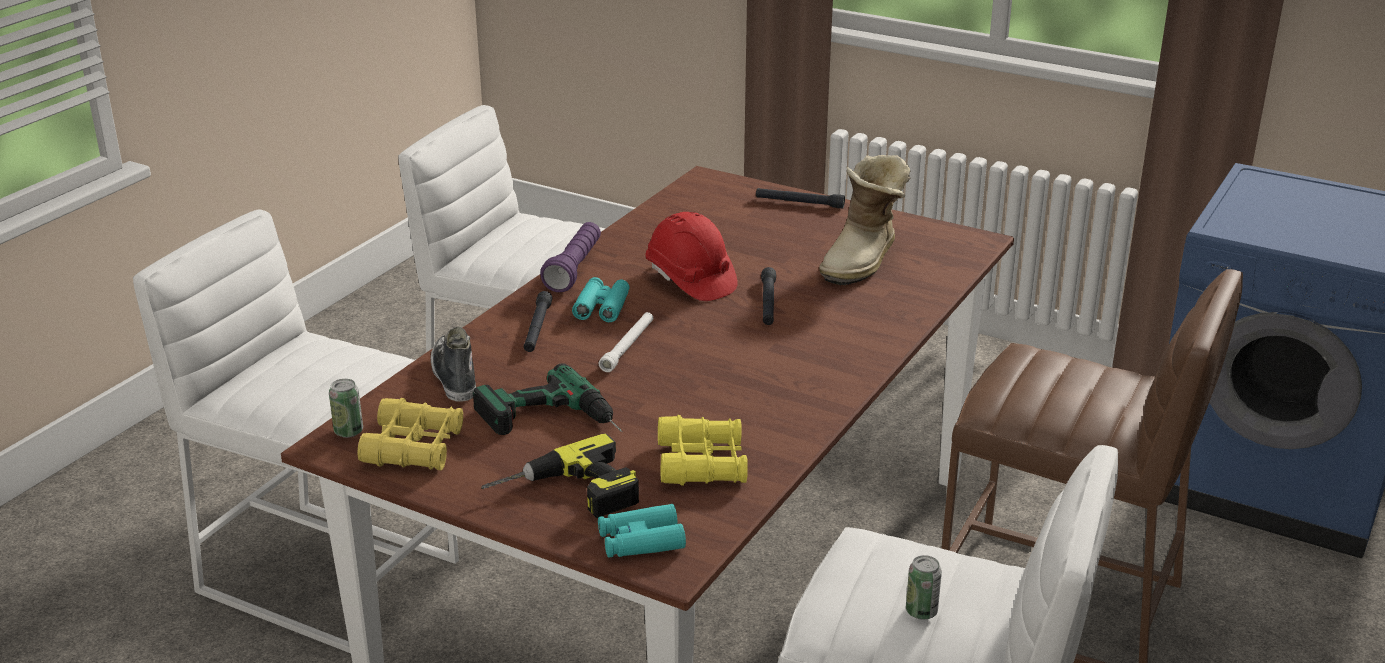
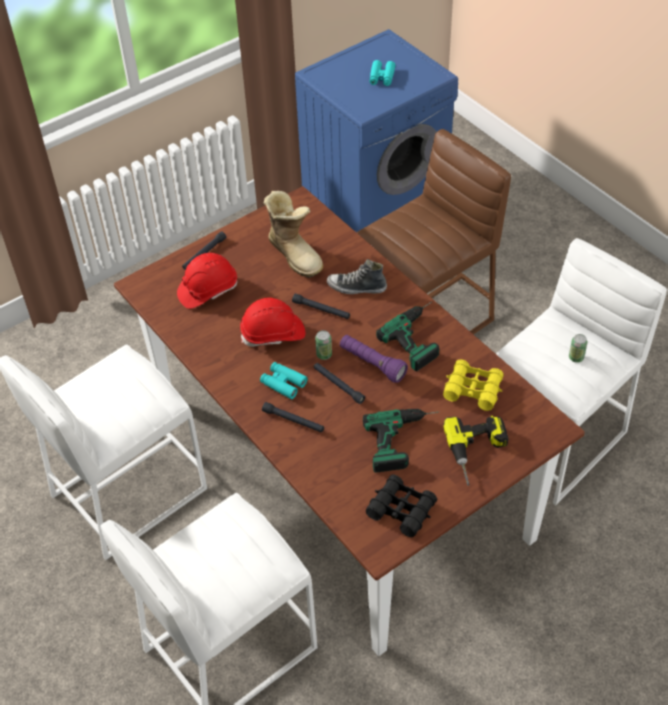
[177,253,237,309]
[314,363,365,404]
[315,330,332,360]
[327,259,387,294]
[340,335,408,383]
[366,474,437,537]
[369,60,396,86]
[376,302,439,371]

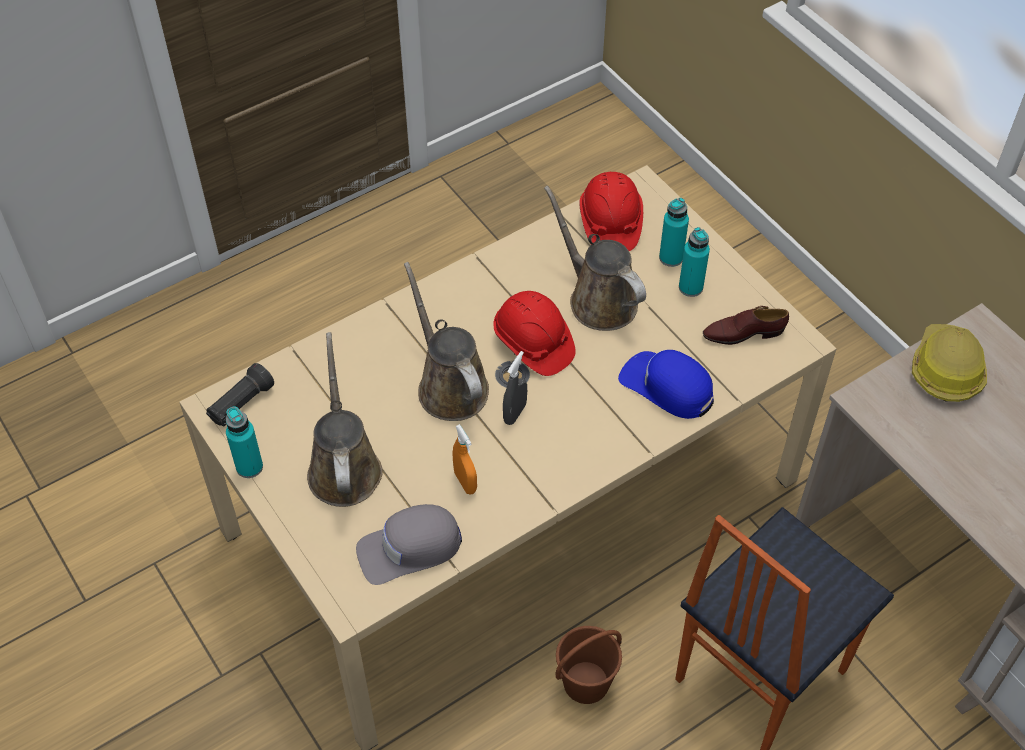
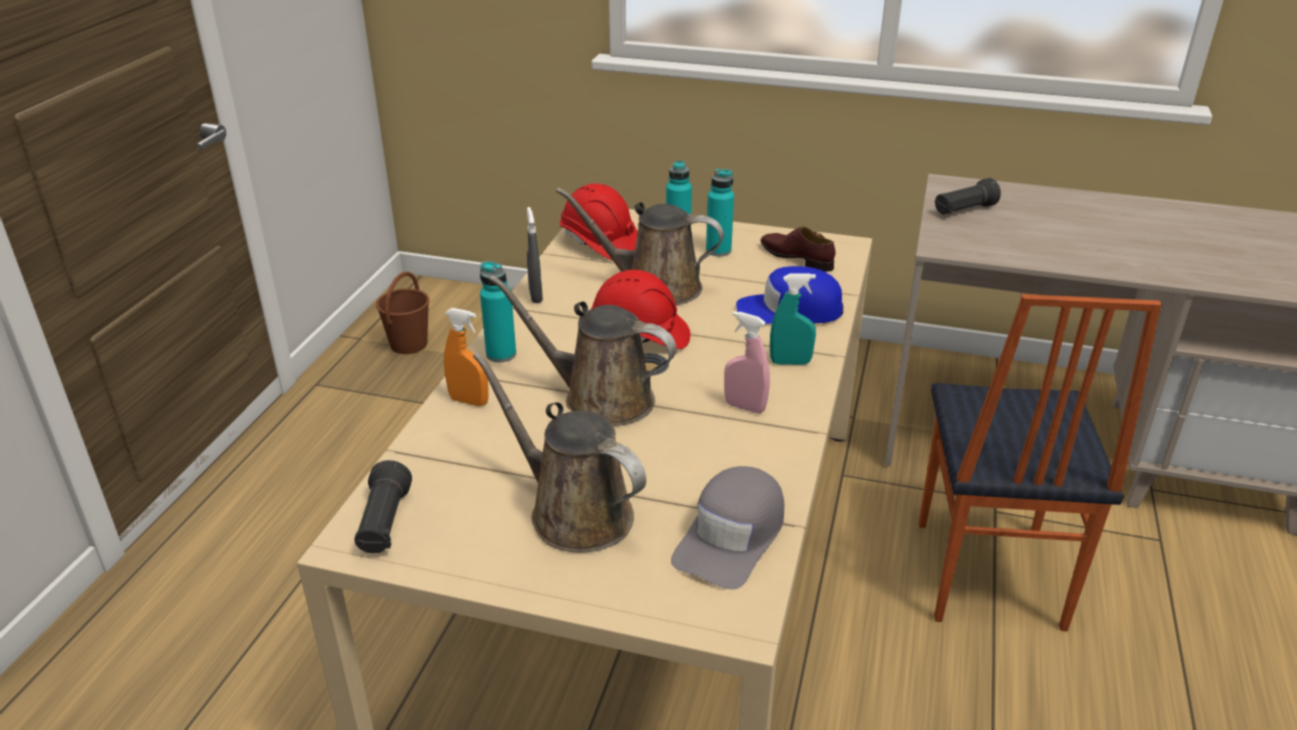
[376,271,429,354]
[444,308,488,406]
[480,261,516,362]
[527,207,543,303]
[724,311,770,414]
[761,227,835,272]
[770,273,816,365]
[935,178,1001,214]

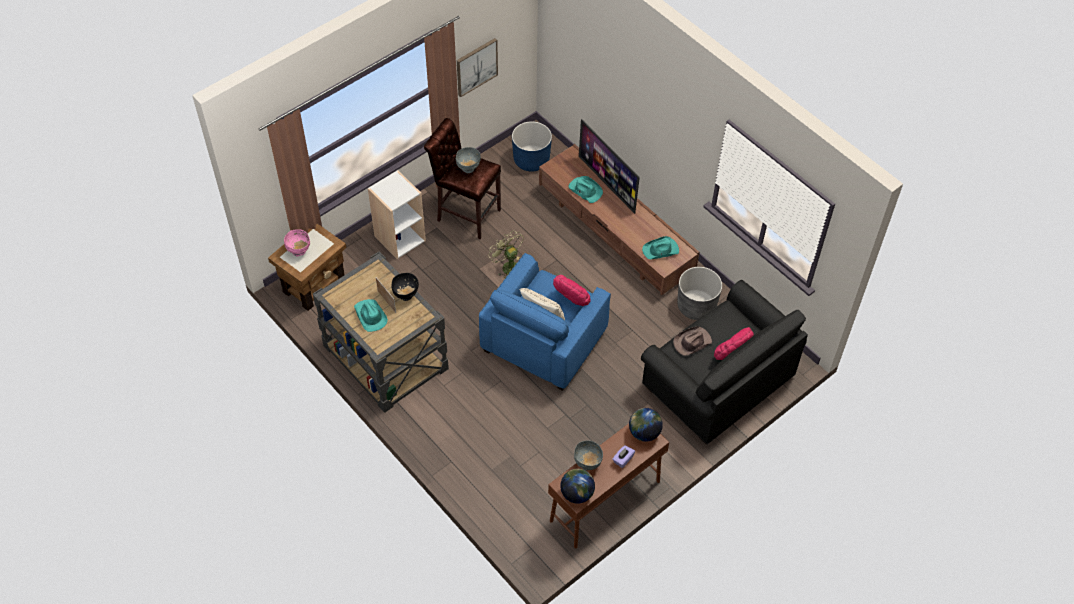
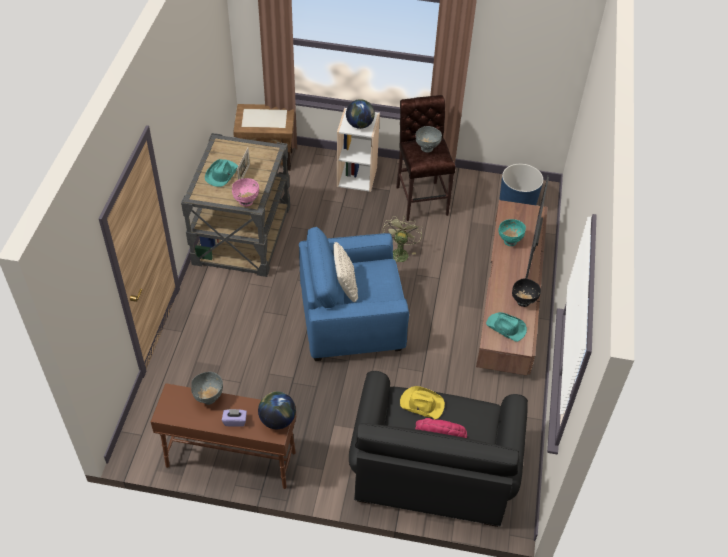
[232,178,259,207]
[346,99,375,129]
[400,386,445,419]
[498,219,526,246]
[512,278,541,307]
[457,38,498,97] (first image)
[553,275,591,306] (first image)
[677,267,722,320] (first image)

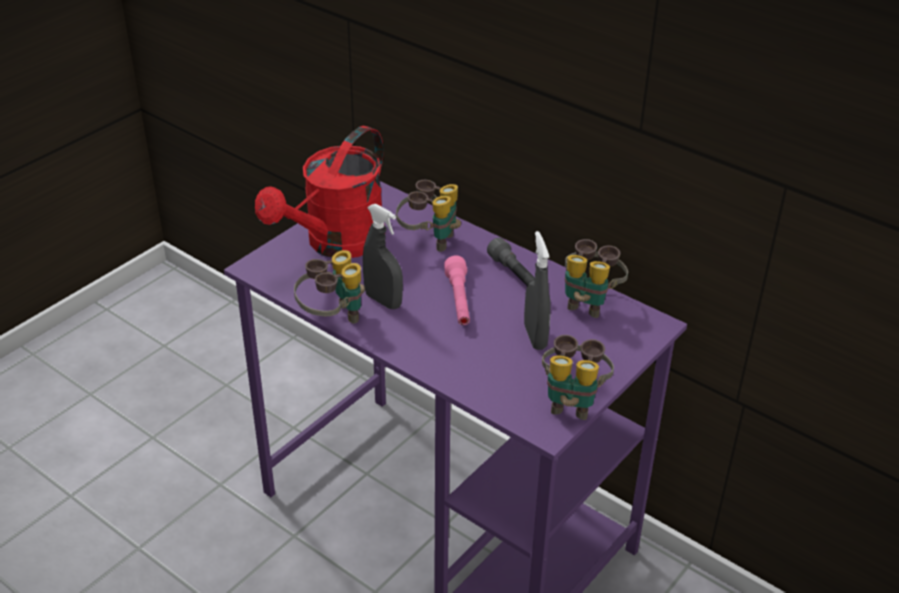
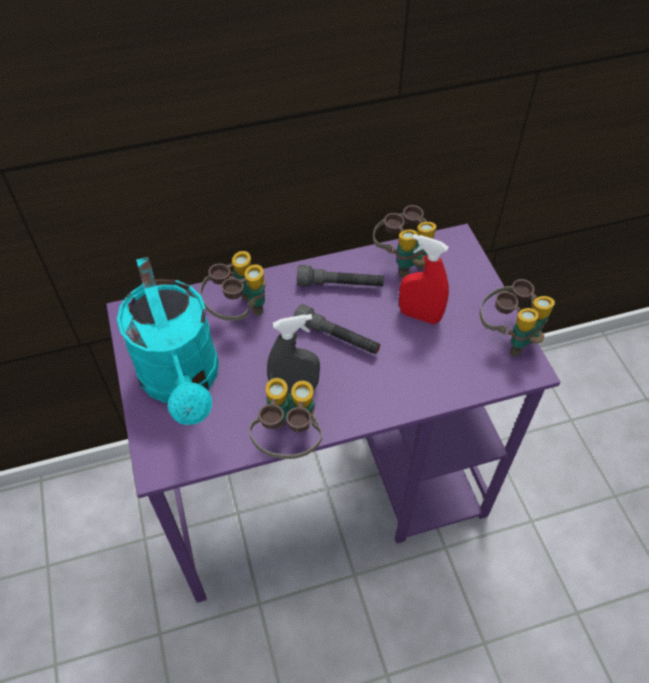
[117,257,219,425]
[293,304,380,354]
[399,234,449,324]

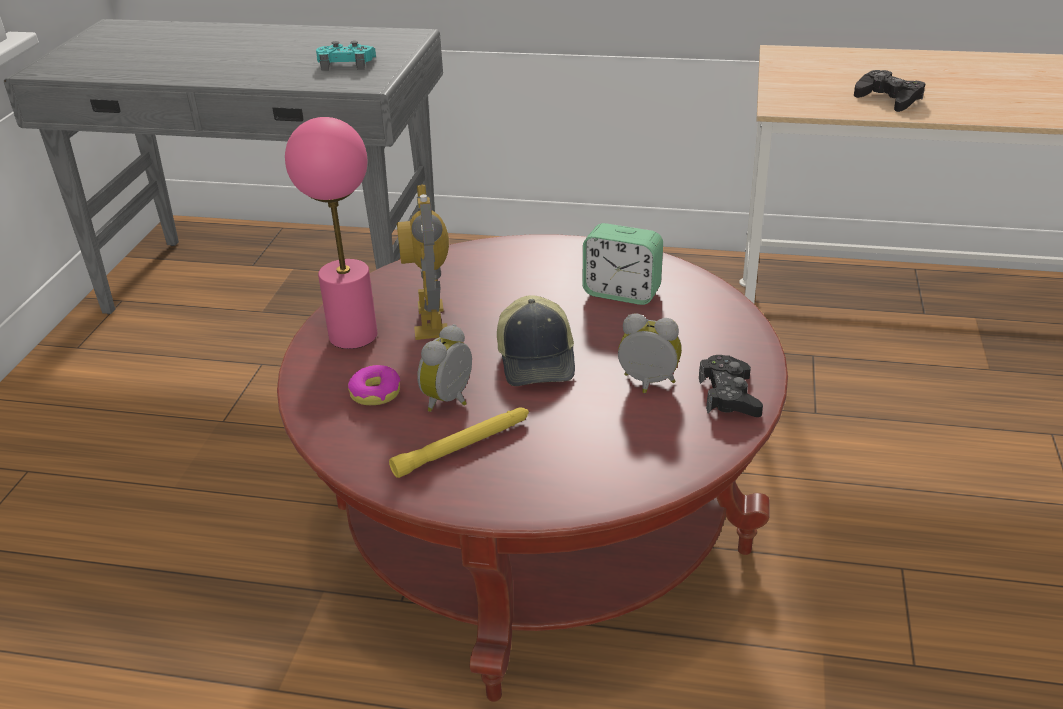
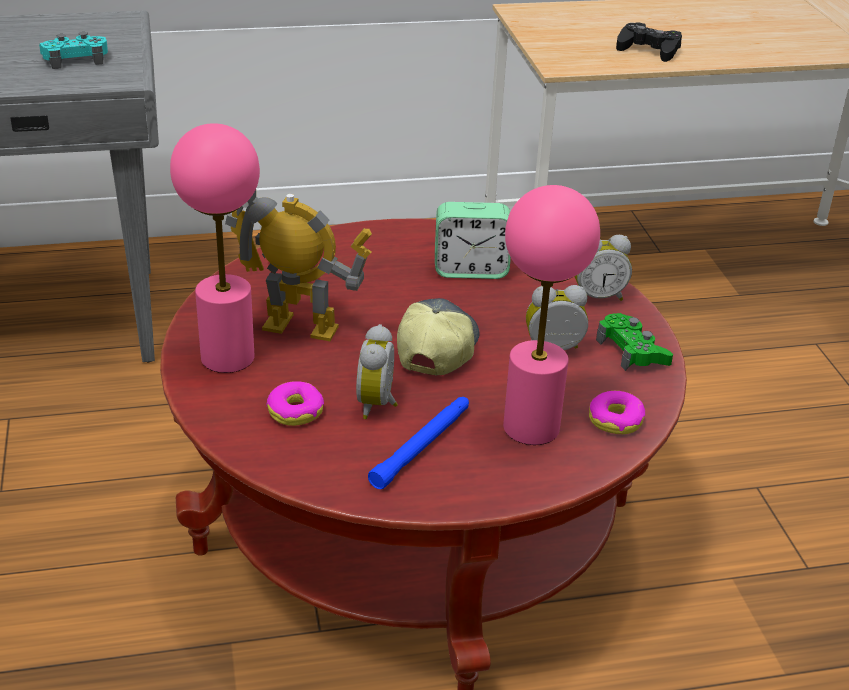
[225,190,372,341]
[368,397,469,489]
[397,298,480,376]
[503,185,600,445]
[574,235,632,301]
[589,391,645,434]
[596,313,673,371]

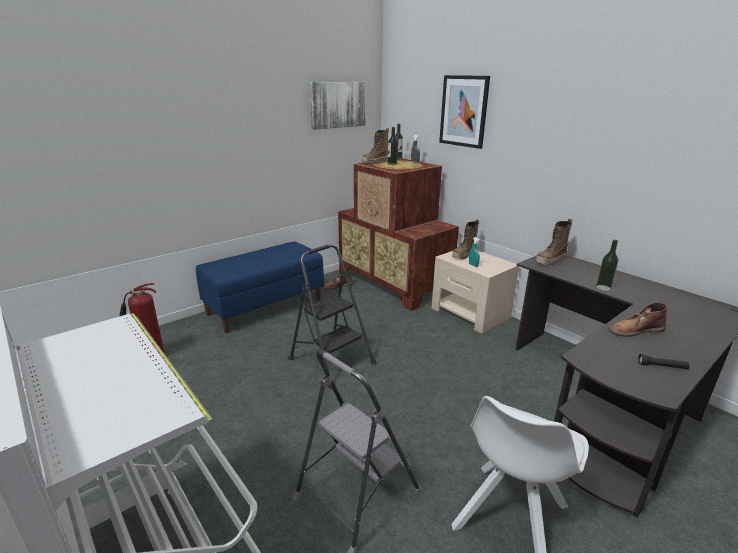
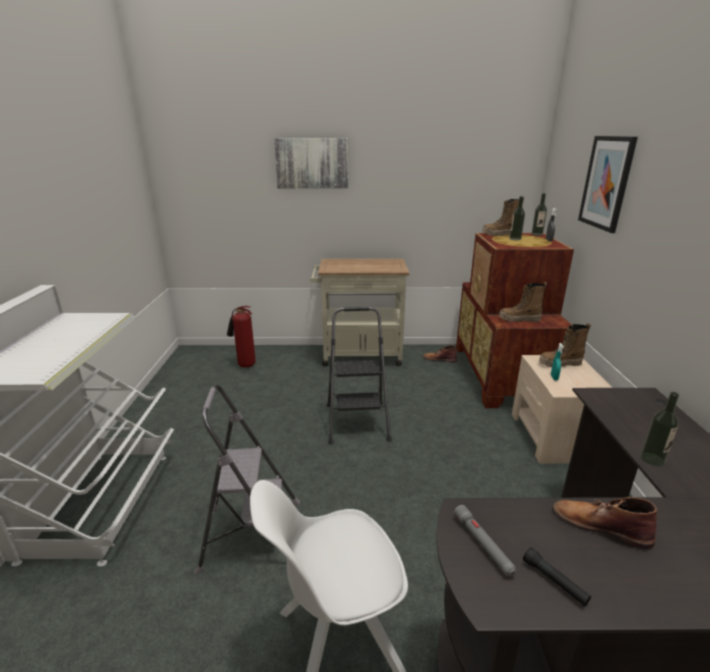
[274,138,349,188]
[310,259,409,367]
[454,505,516,576]
[499,282,547,322]

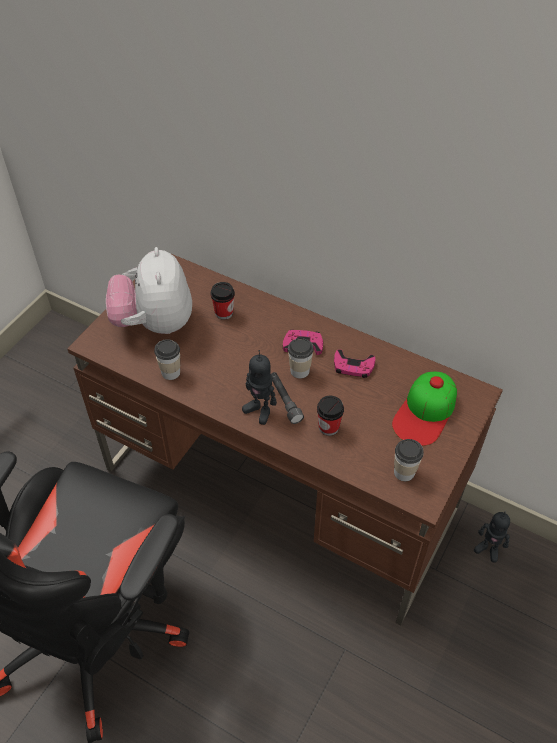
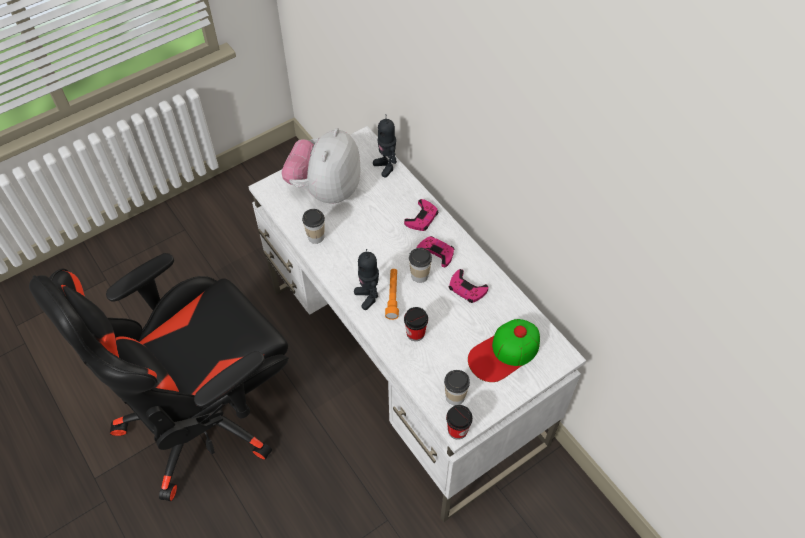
[248,126,586,522]
[373,114,397,178]
[385,269,399,320]
[404,199,438,231]
[446,405,473,440]

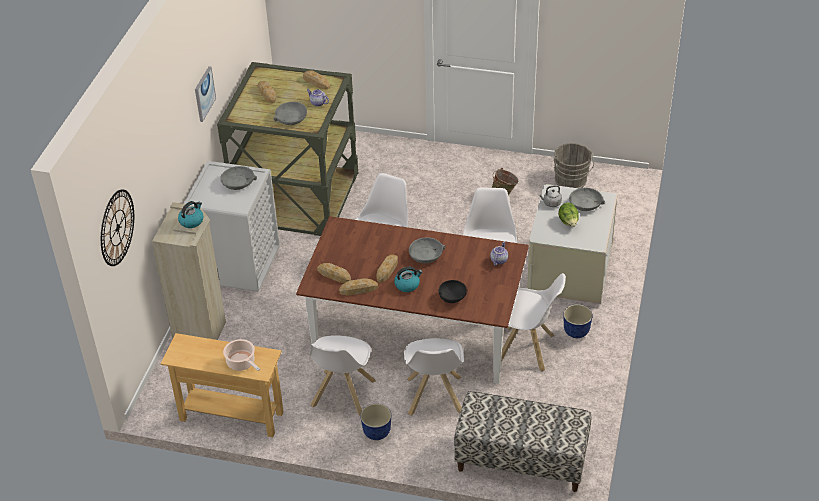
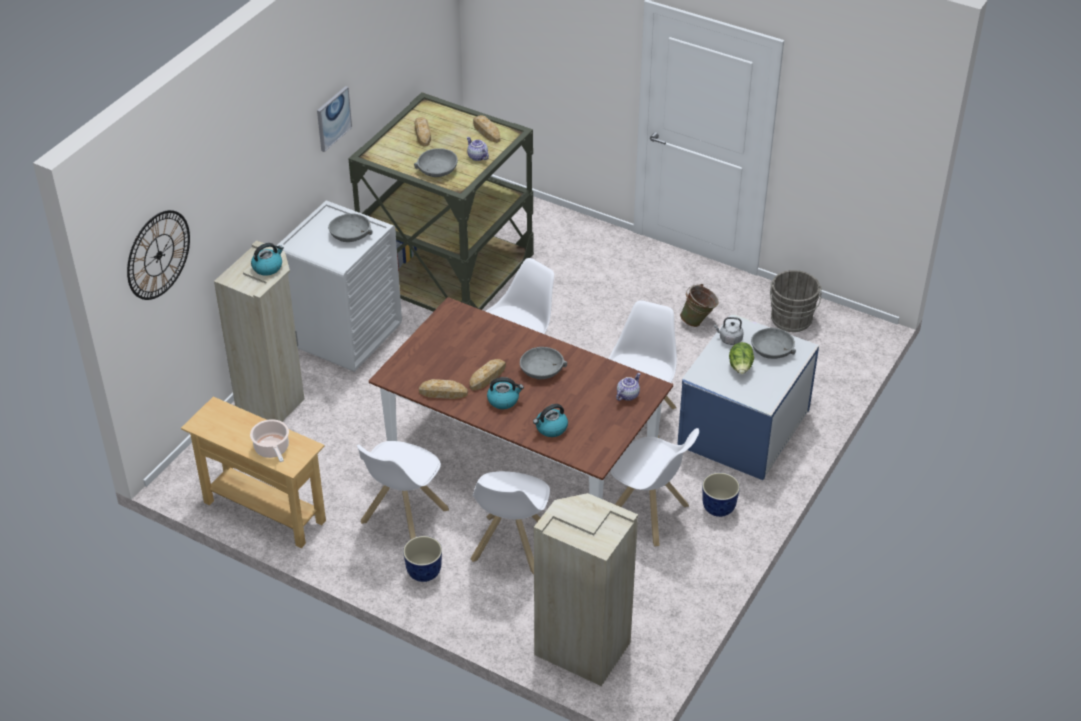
[533,404,568,437]
[534,493,638,686]
[678,315,819,480]
[317,263,351,283] (first image)

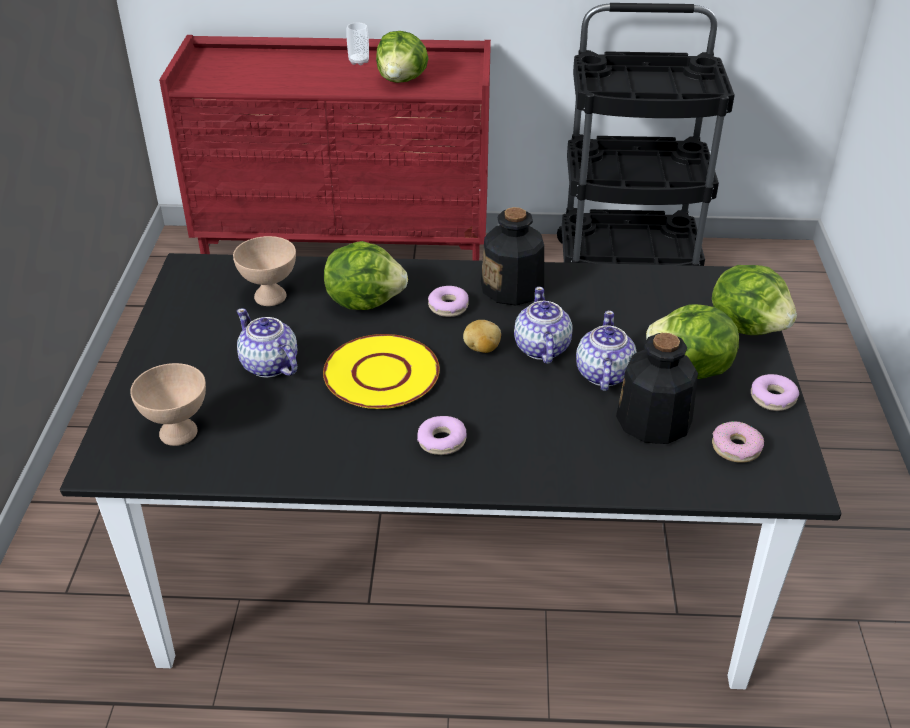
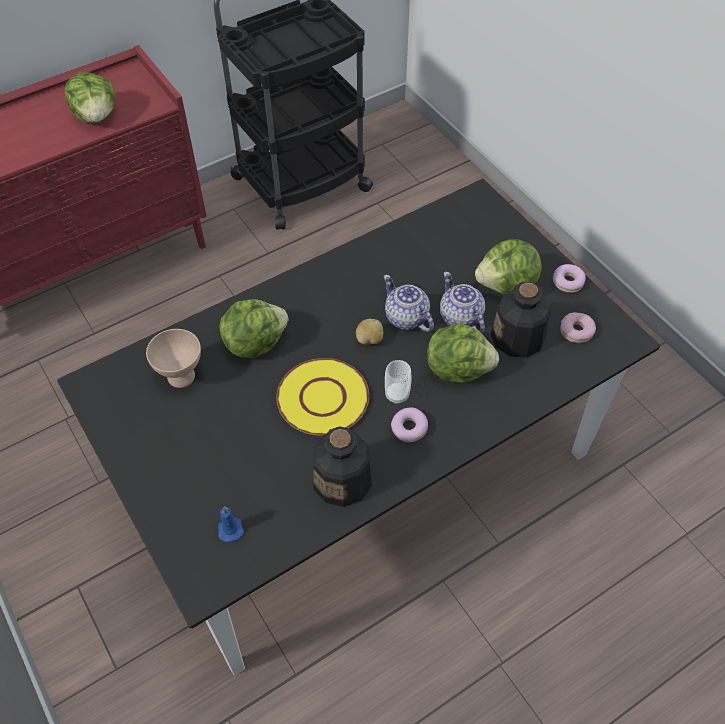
[218,506,244,542]
[313,426,372,507]
[385,360,411,404]
[427,323,499,383]
[237,308,297,378] (first image)
[428,286,469,317] (first image)

